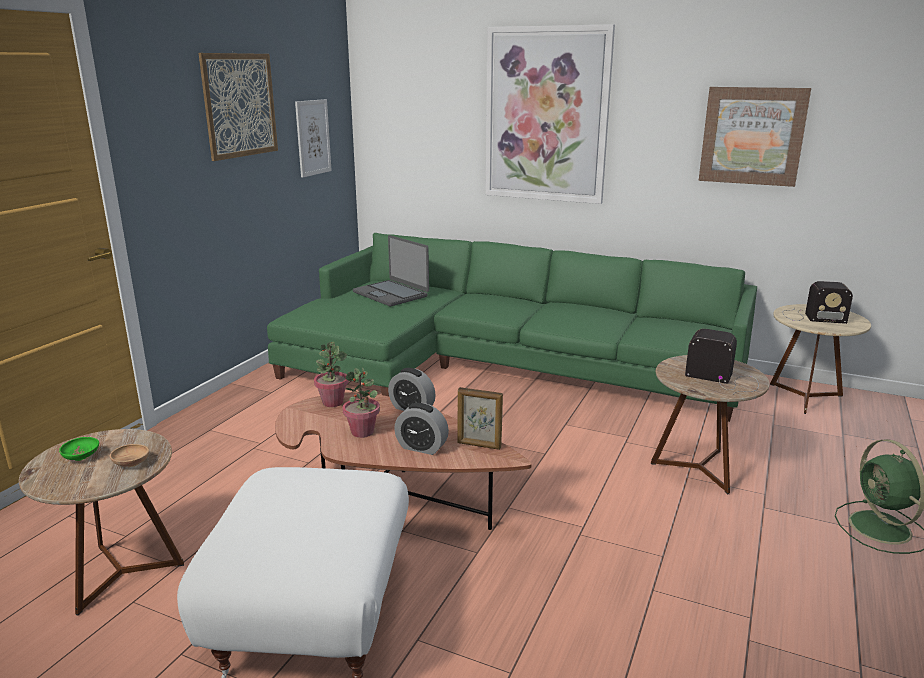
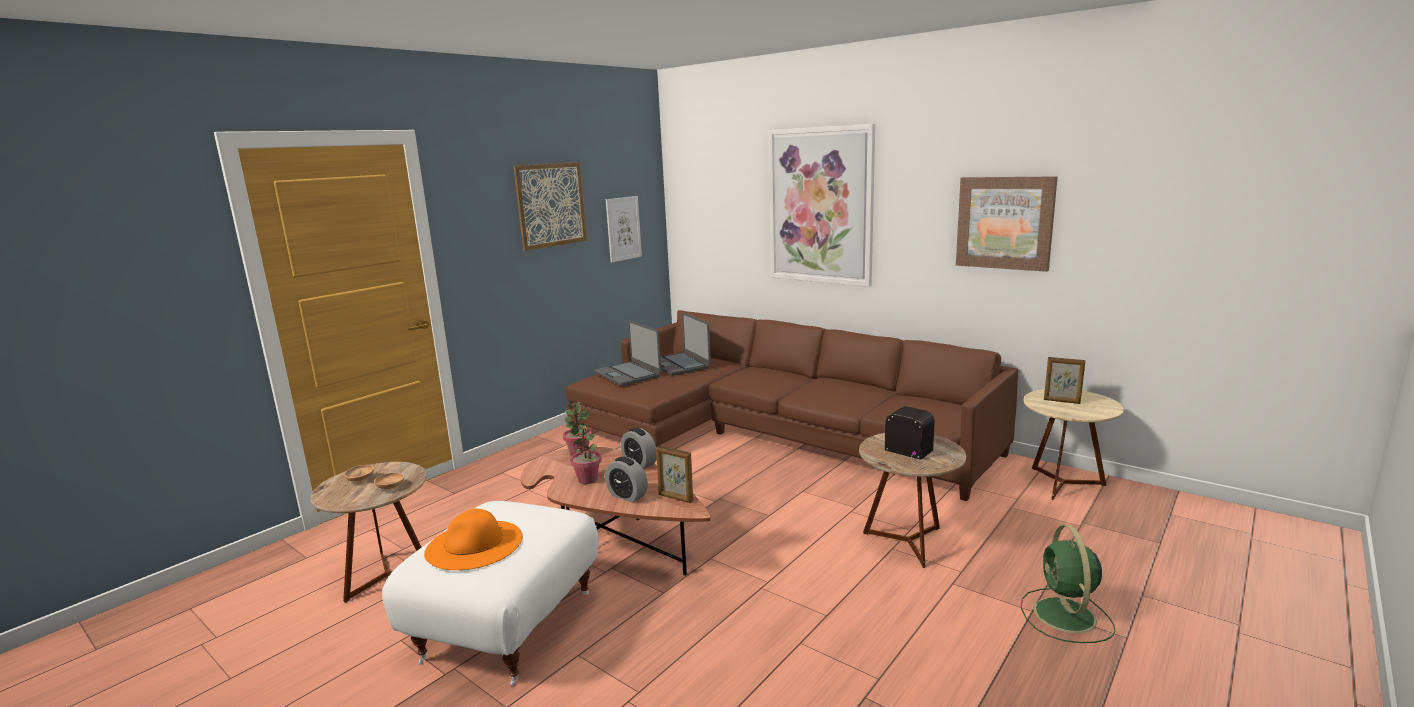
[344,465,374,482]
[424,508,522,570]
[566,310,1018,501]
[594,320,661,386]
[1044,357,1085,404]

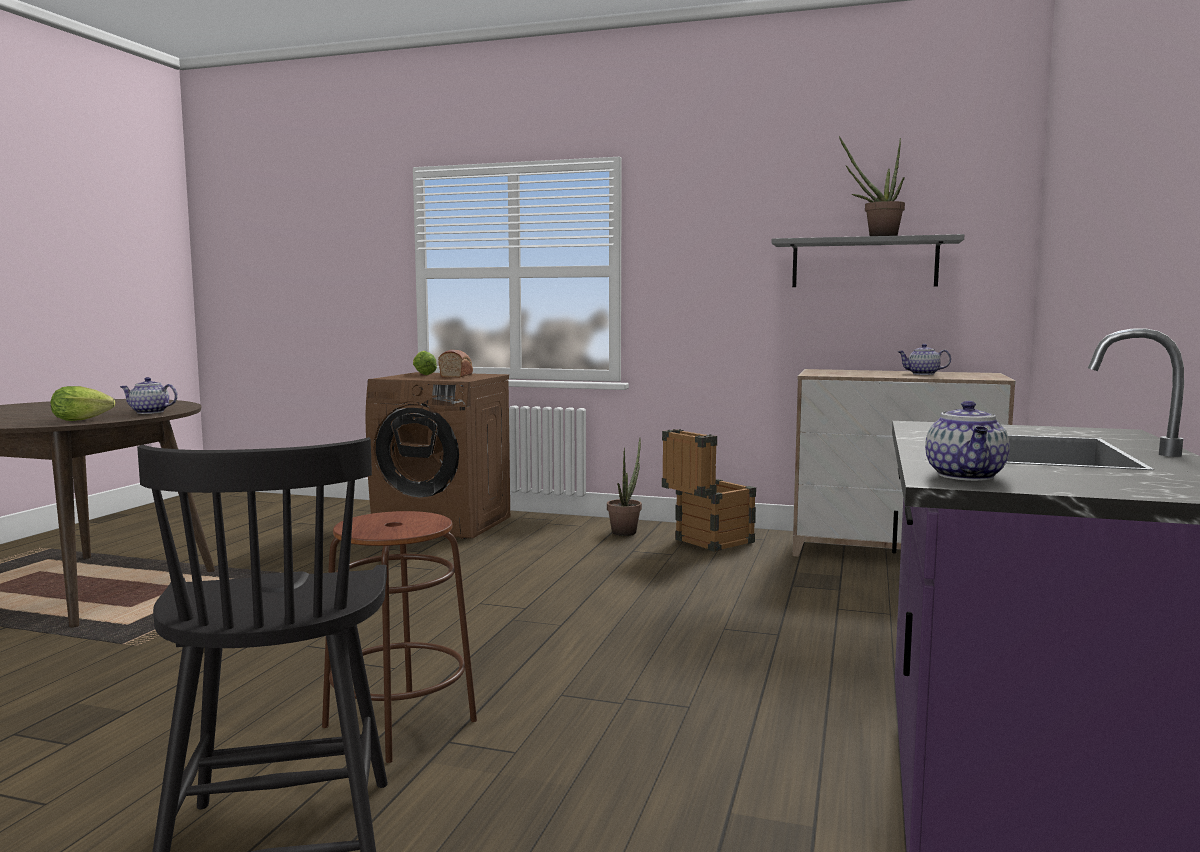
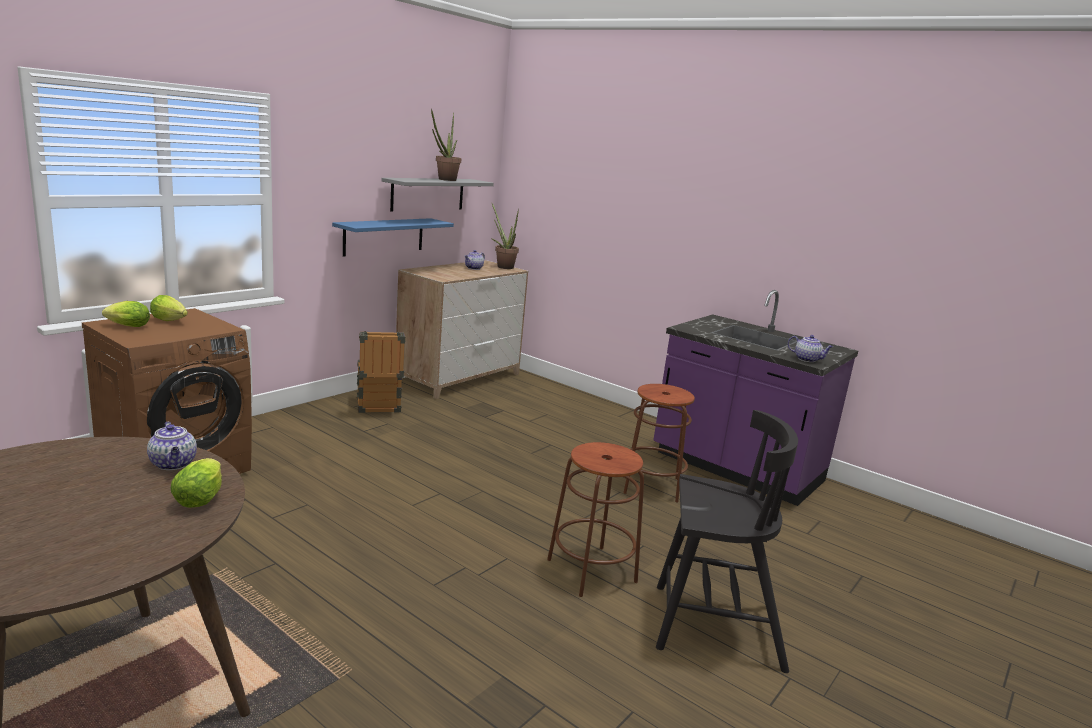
[147,422,197,470]
[150,295,188,321]
[332,218,454,257]
[491,202,519,269]
[623,384,695,503]

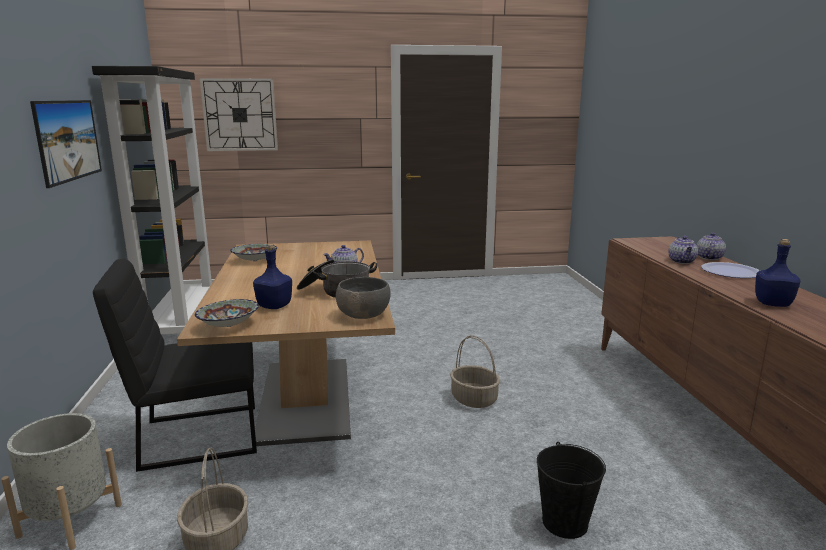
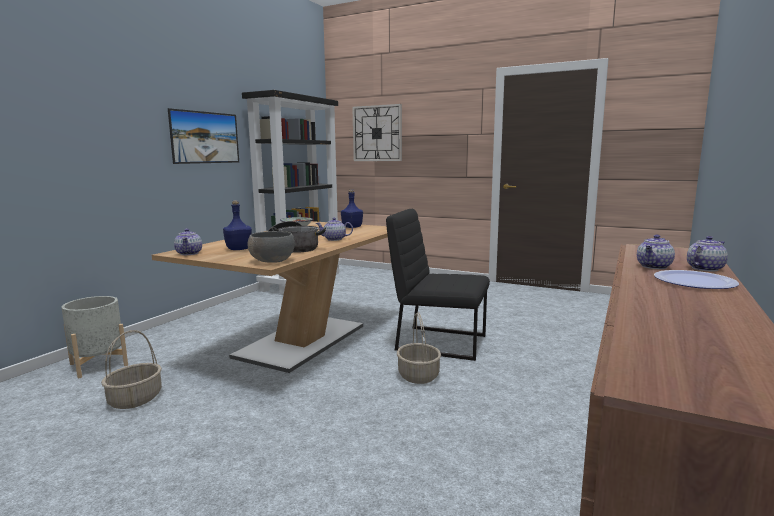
[174,229,202,255]
[341,189,363,228]
[386,209,490,361]
[537,442,606,539] (first image)

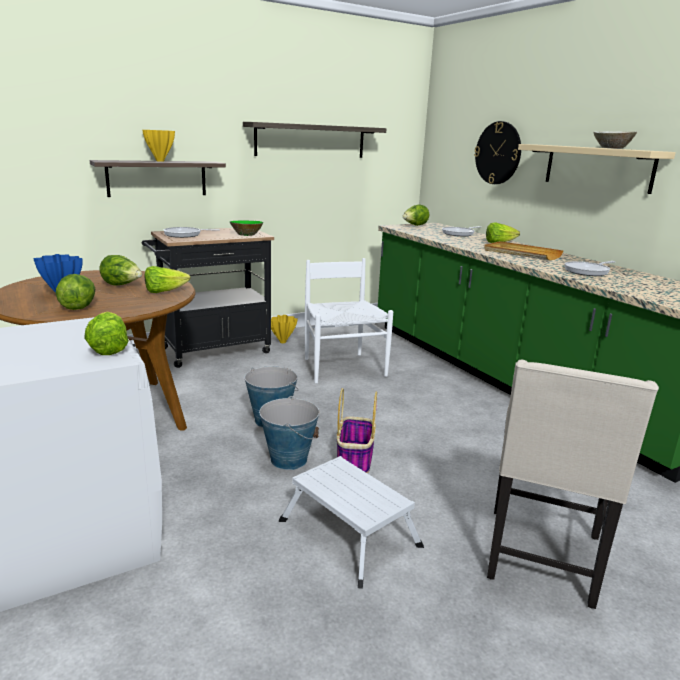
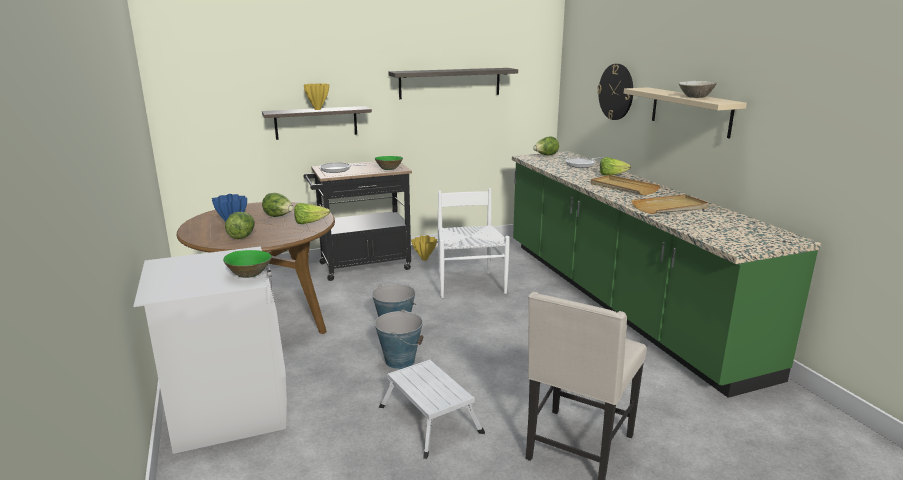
[223,250,272,278]
[631,195,709,214]
[337,388,377,473] (first image)

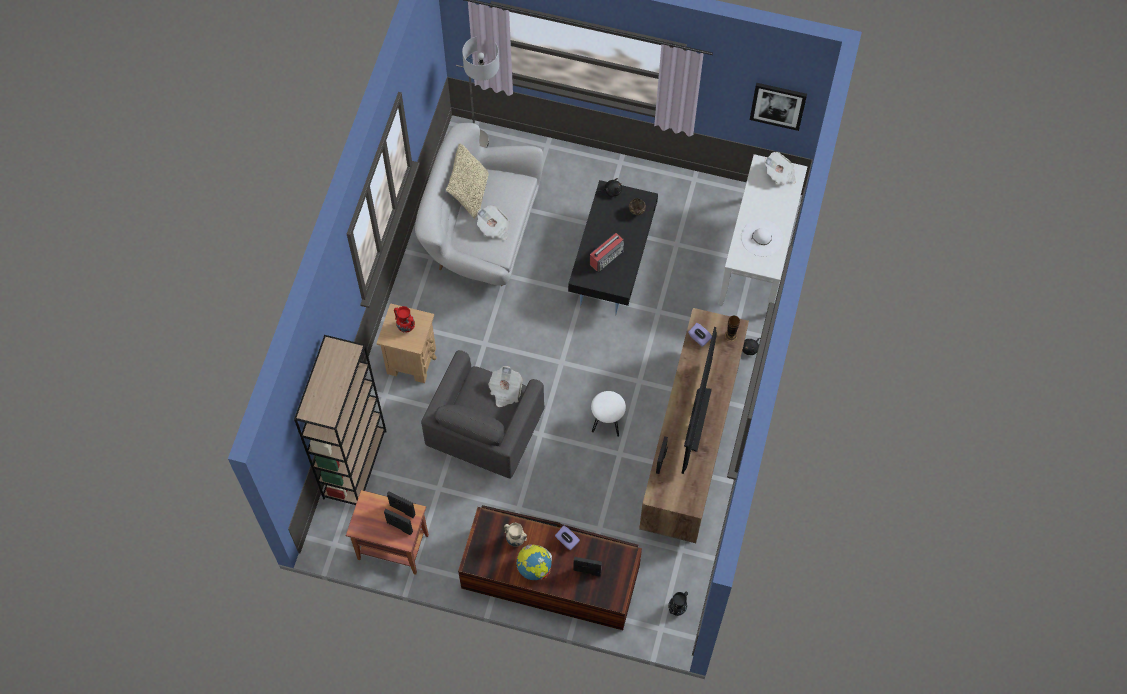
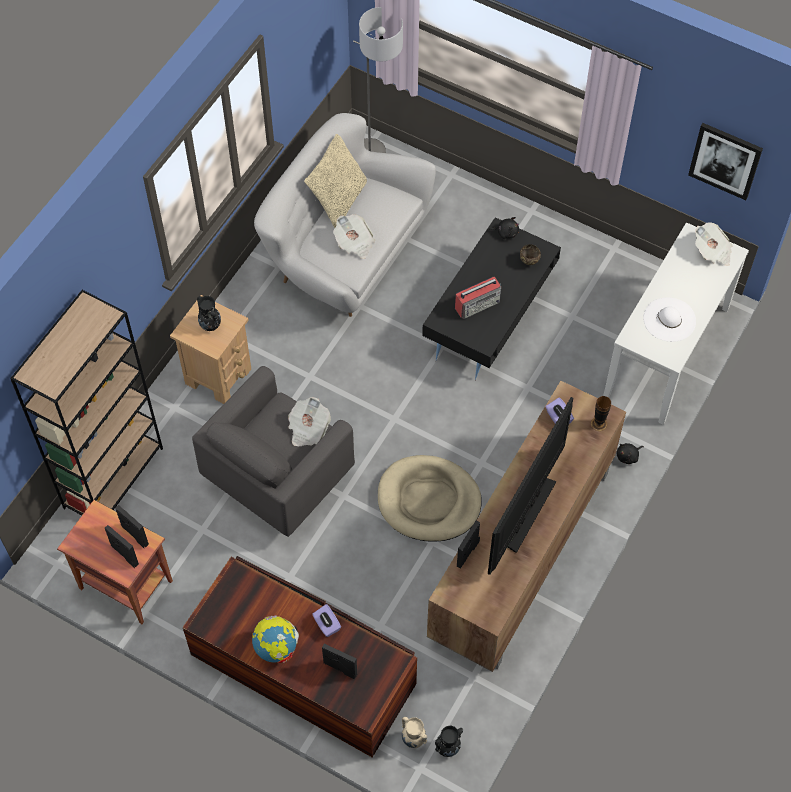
[197,296,221,331]
[378,455,482,542]
[402,717,427,748]

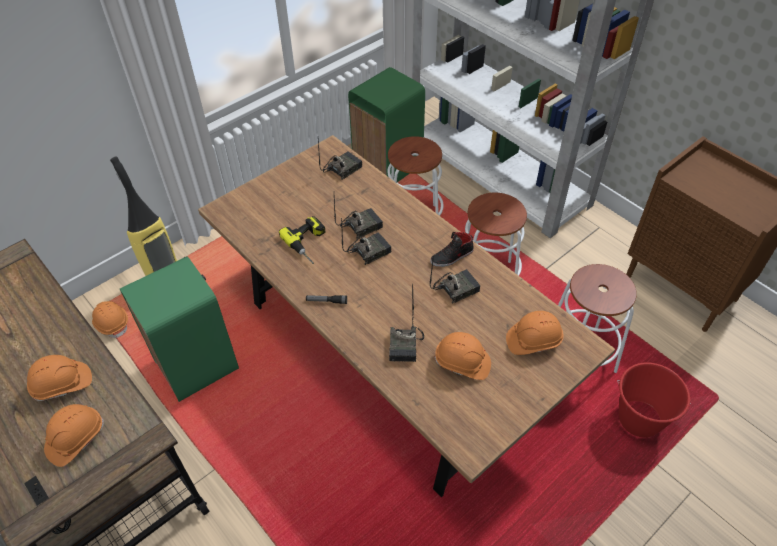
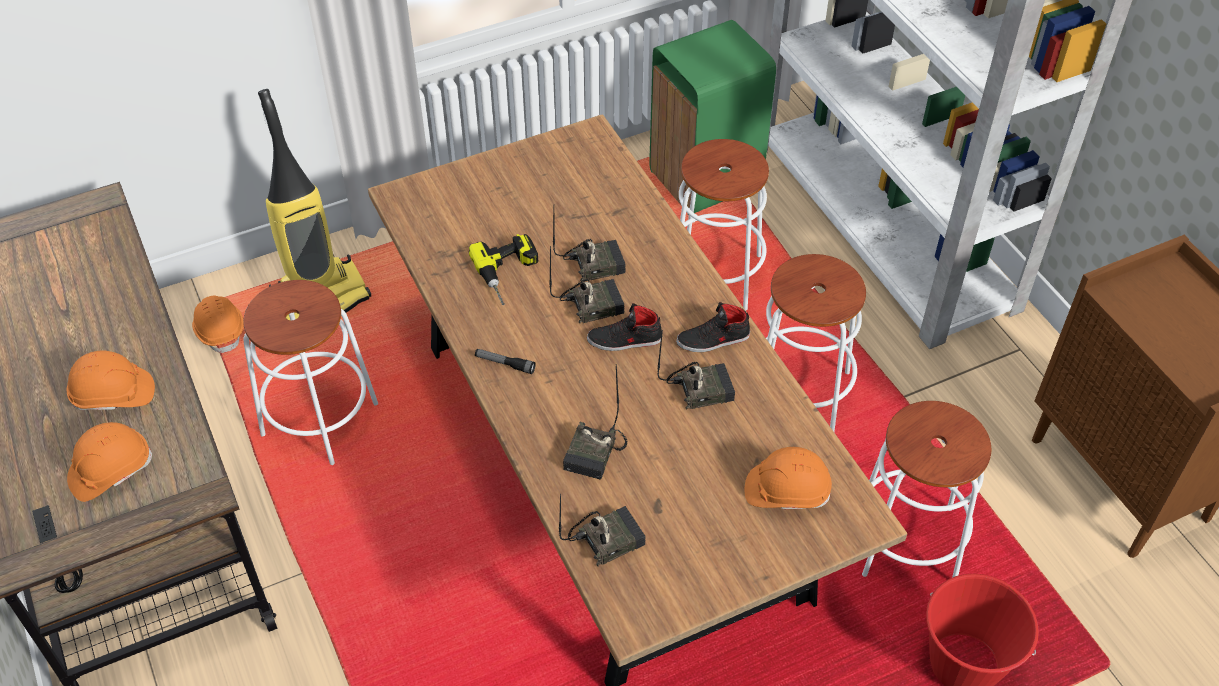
[243,280,378,465]
[559,493,646,567]
[587,303,662,351]
[434,332,491,380] (first image)

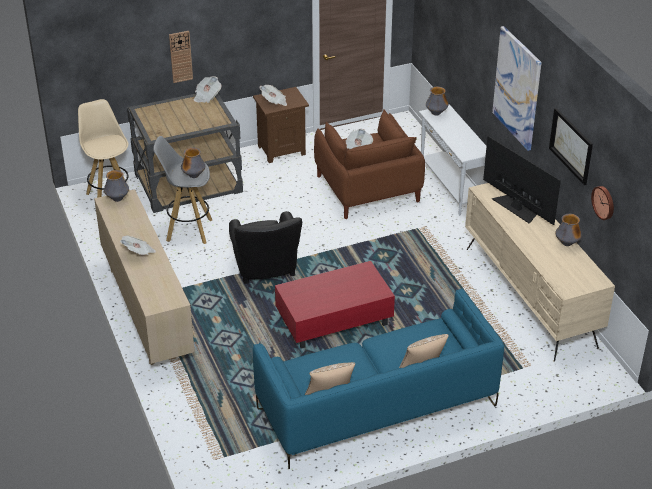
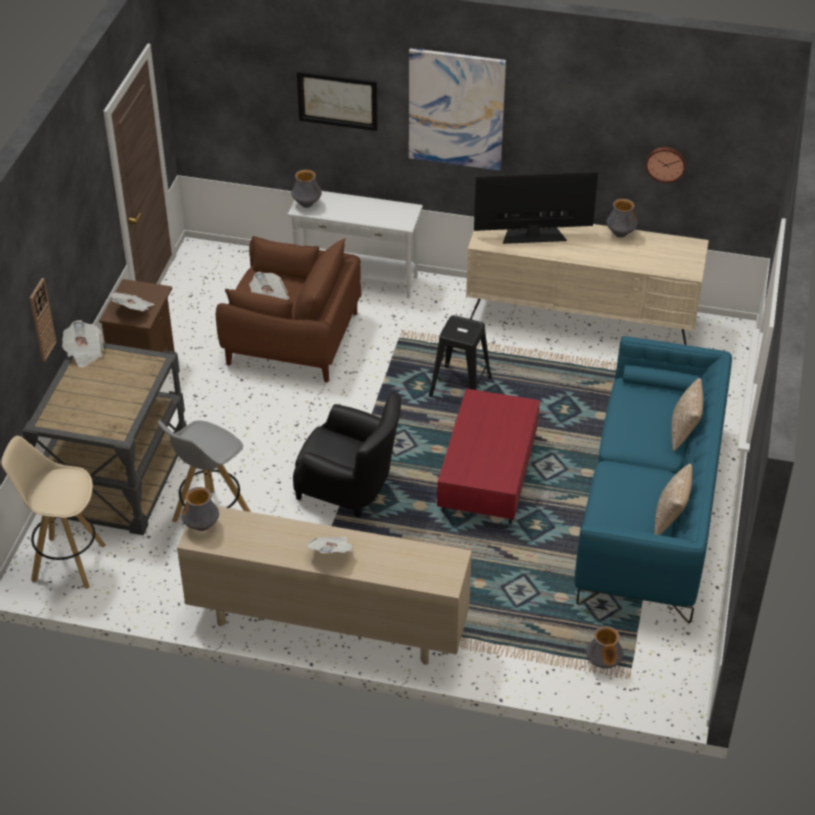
[297,71,378,131]
[429,315,492,397]
[586,626,623,668]

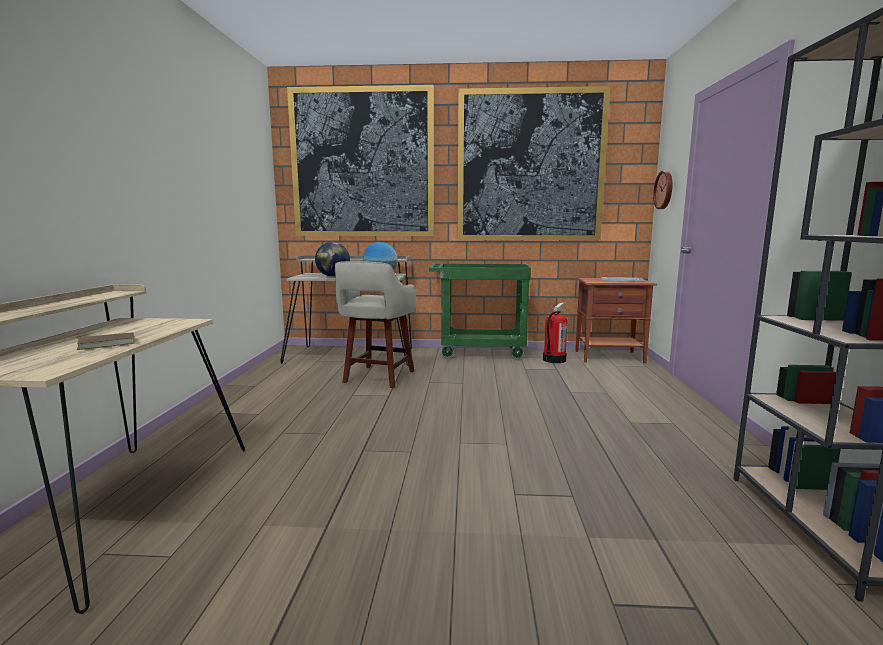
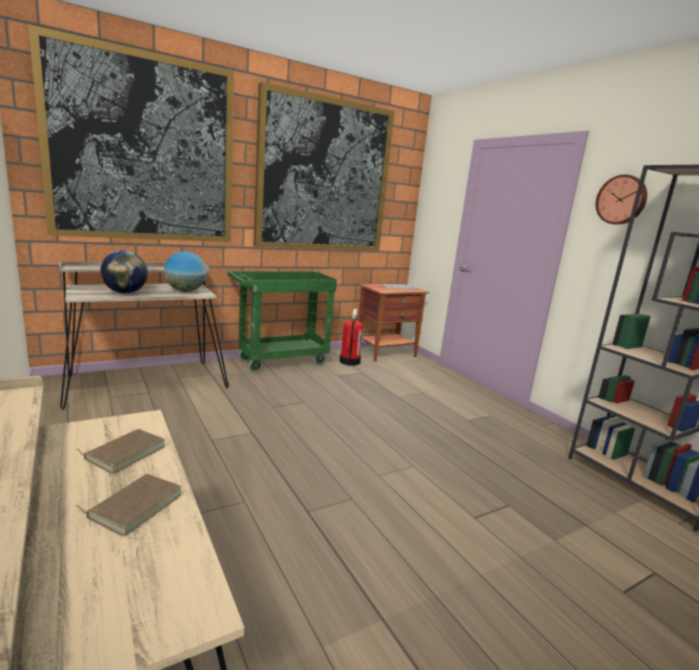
[75,429,165,474]
[596,174,647,225]
[335,261,416,388] (first image)

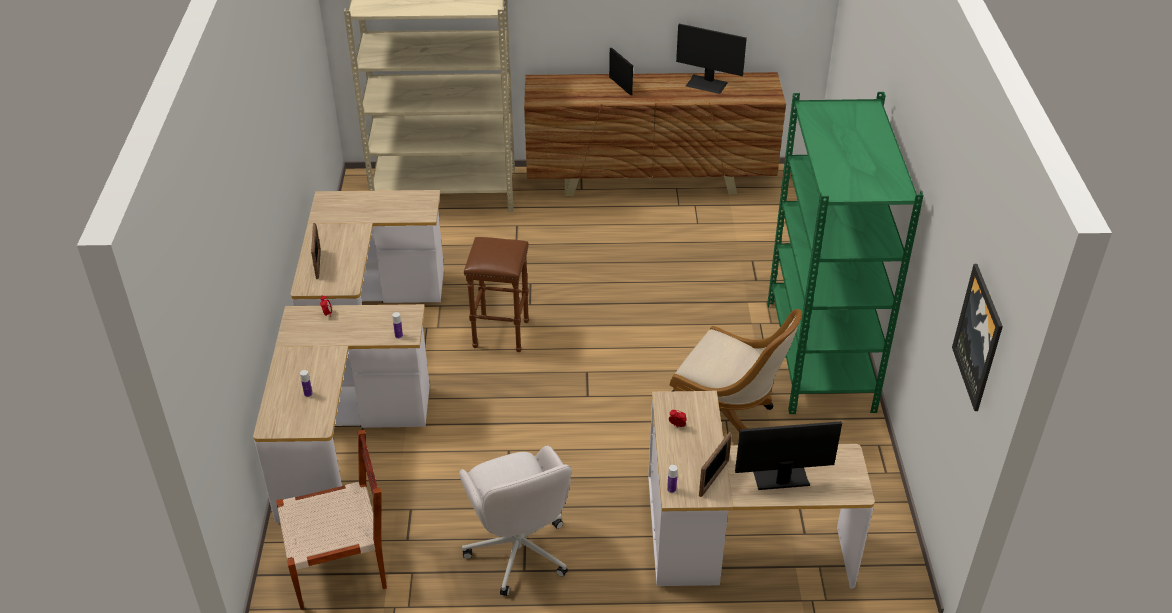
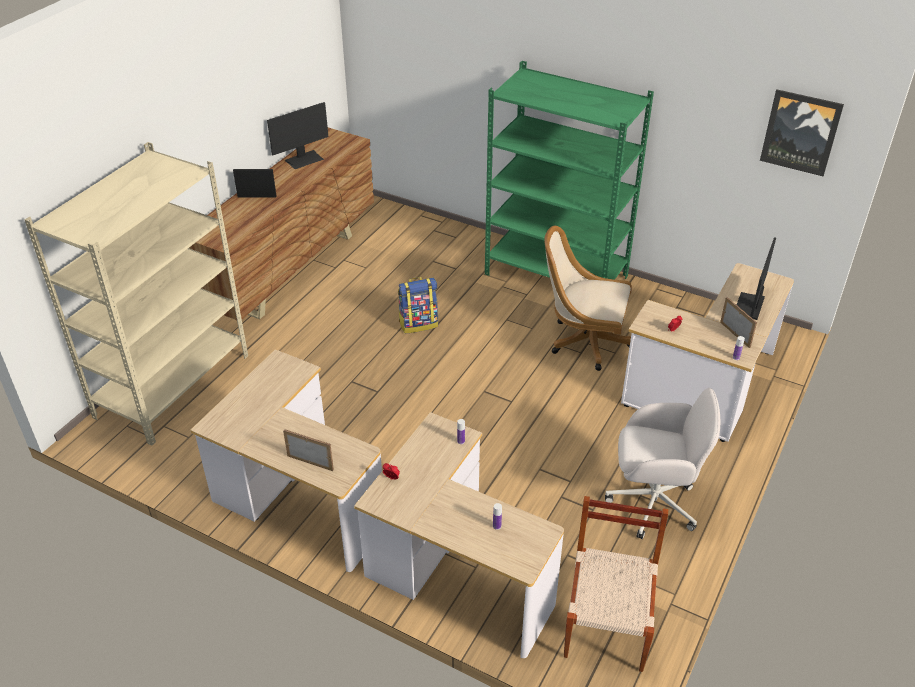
[398,277,438,333]
[544,226,632,371]
[464,237,529,352] (first image)

